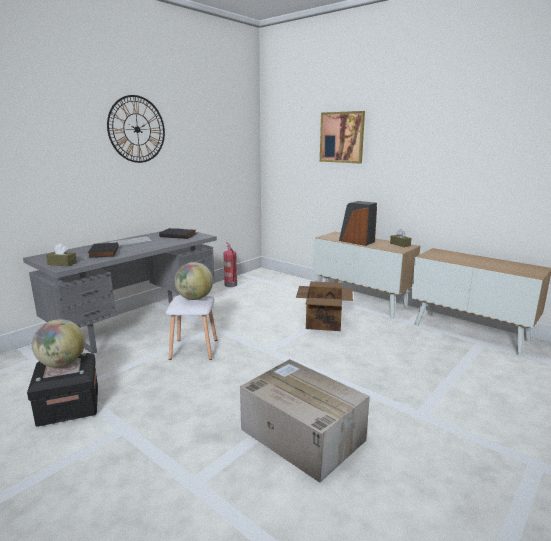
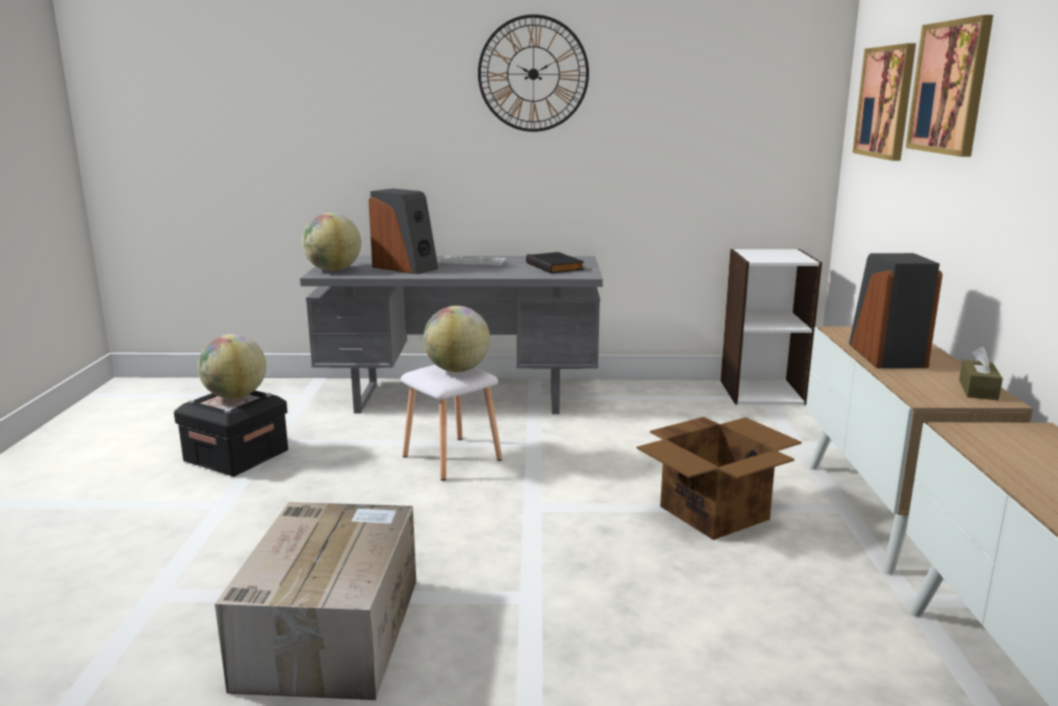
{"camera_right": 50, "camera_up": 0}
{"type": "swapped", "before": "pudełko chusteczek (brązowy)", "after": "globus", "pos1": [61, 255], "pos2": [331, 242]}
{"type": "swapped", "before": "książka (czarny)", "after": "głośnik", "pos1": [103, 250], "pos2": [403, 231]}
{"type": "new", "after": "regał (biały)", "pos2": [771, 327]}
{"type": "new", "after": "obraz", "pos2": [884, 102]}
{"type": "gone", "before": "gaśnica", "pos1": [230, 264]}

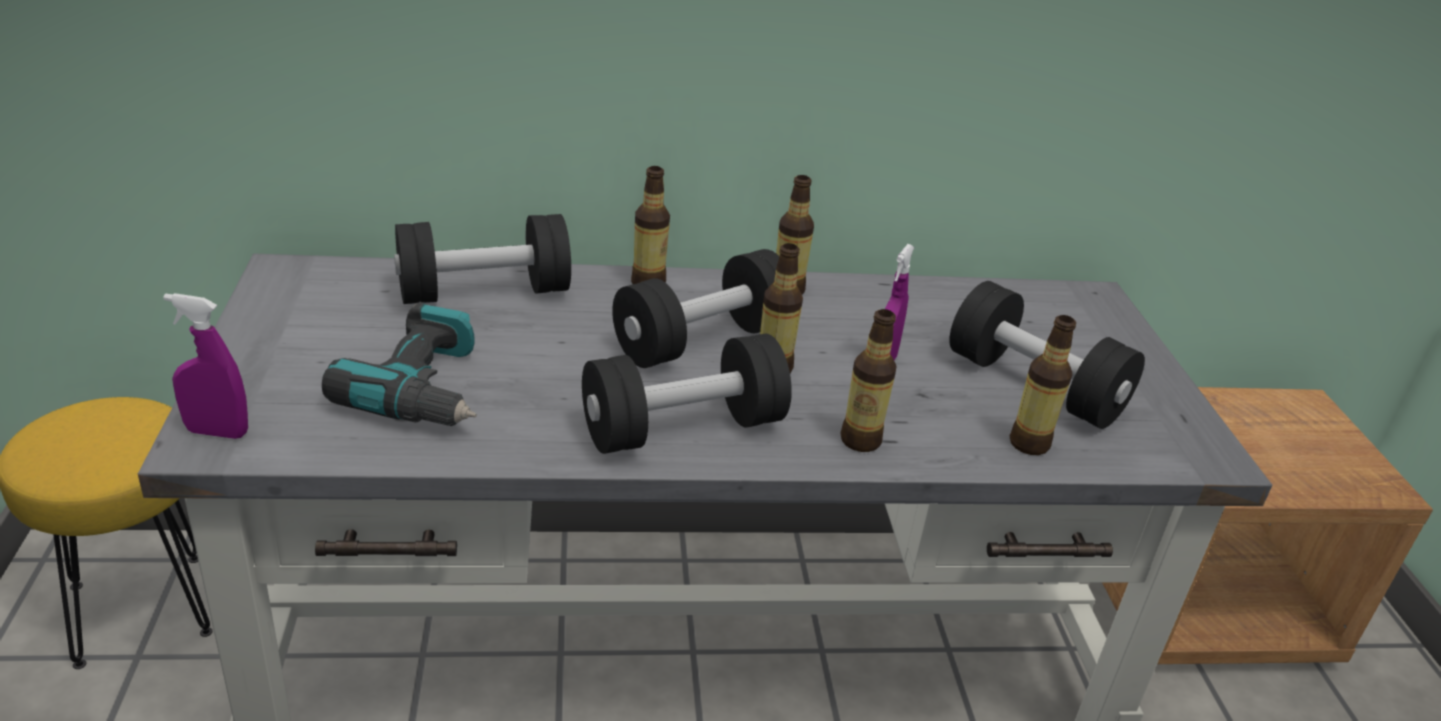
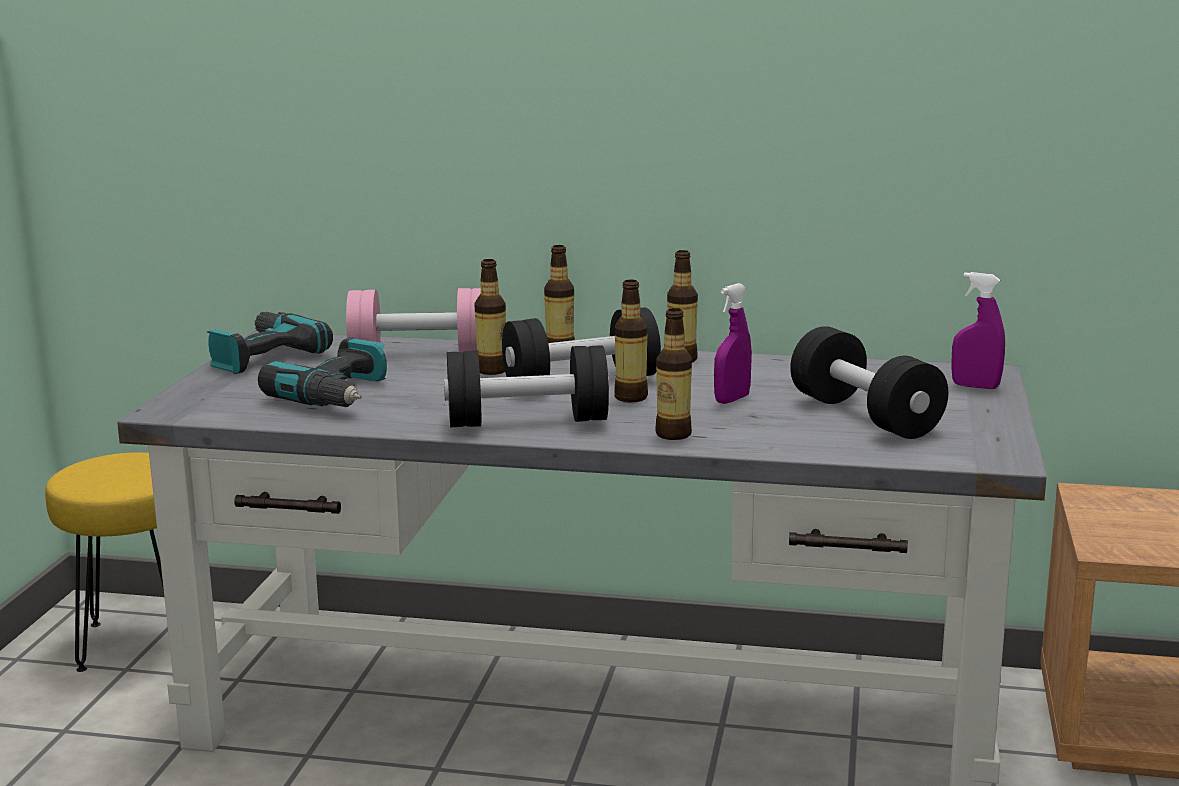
{"camera_right": 20, "camera_up": -15}
{"type": "new", "after": "wiertarka", "pos2": [270, 343]}
{"type": "repainted", "before": "hantel (czarny)", "after": "hantel (różowy)", "pos1": [482, 259], "pos2": [413, 320]}
{"type": "shifted", "before": "butelka", "pos1": [1043, 385], "pos2": [490, 317]}
{"type": "shifted", "before": "spryskiwacz (fioletowy)", "pos1": [205, 366], "pos2": [978, 330]}

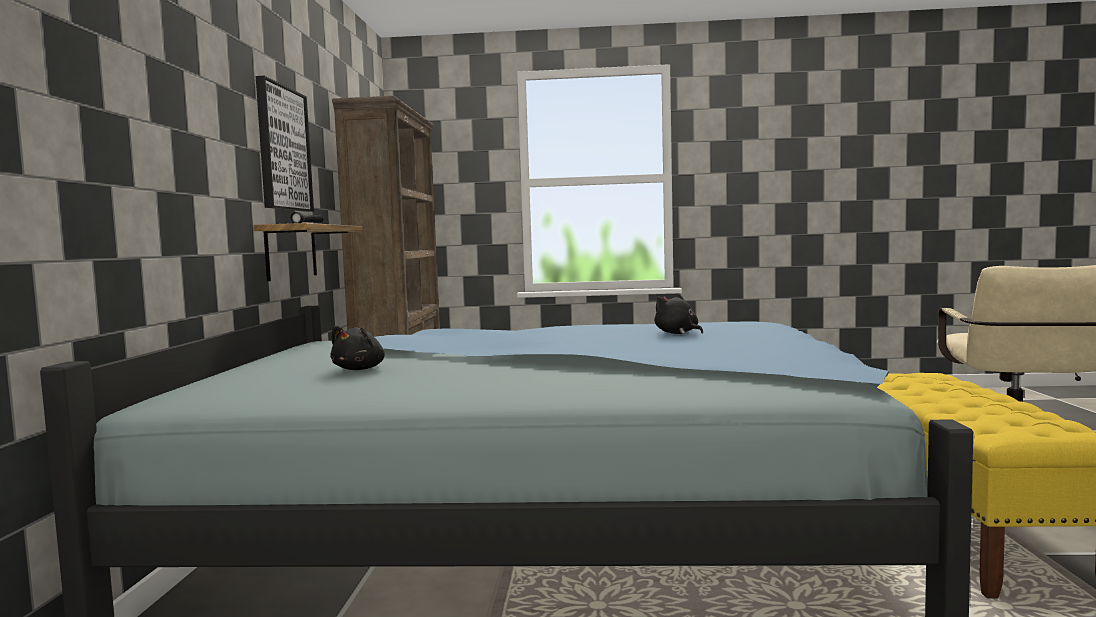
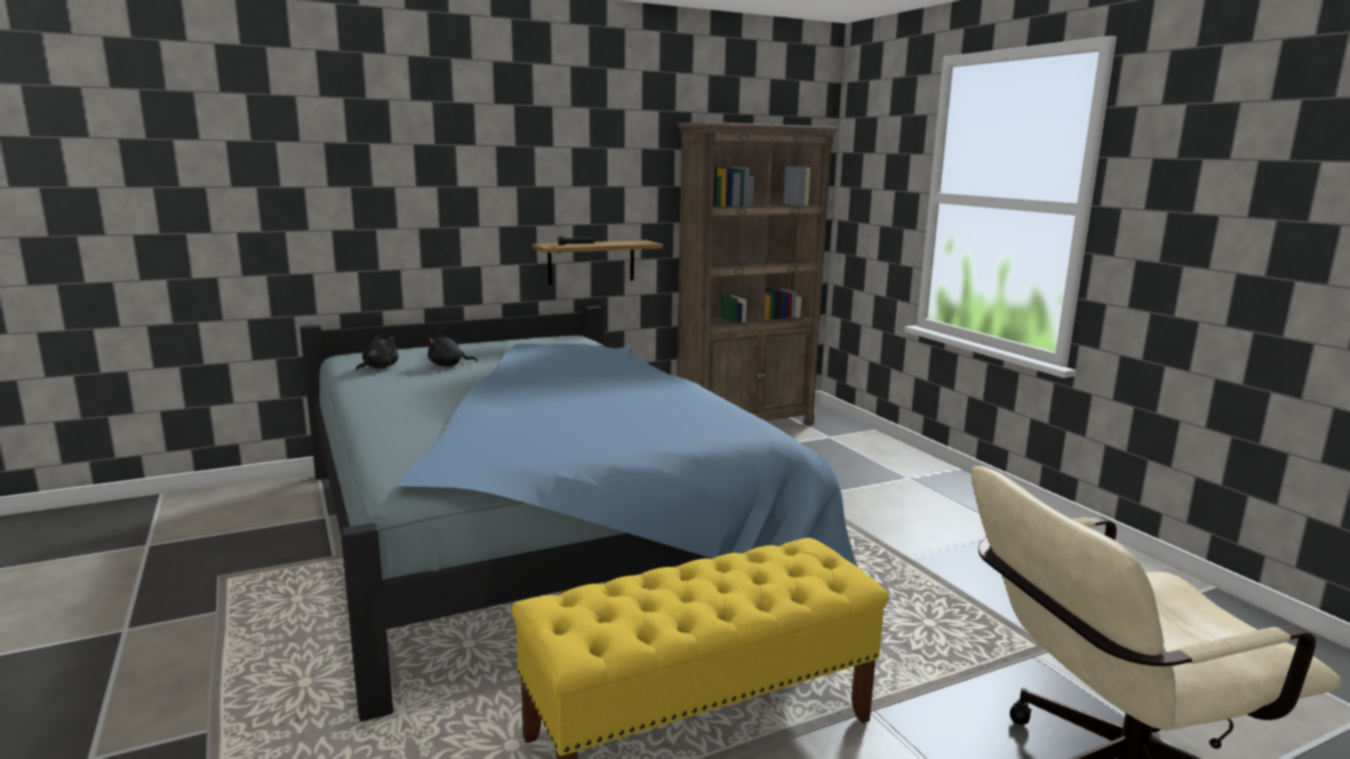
{"camera_right": 60, "camera_up": 10}
{"type": "shifted", "before": "pluszak (czarny)", "pos1": [678, 314], "pos2": [377, 353]}
{"type": "gone", "before": "obraz", "pos1": [285, 144]}

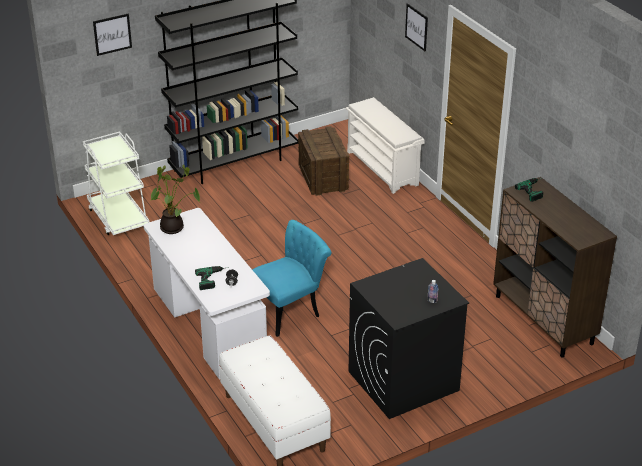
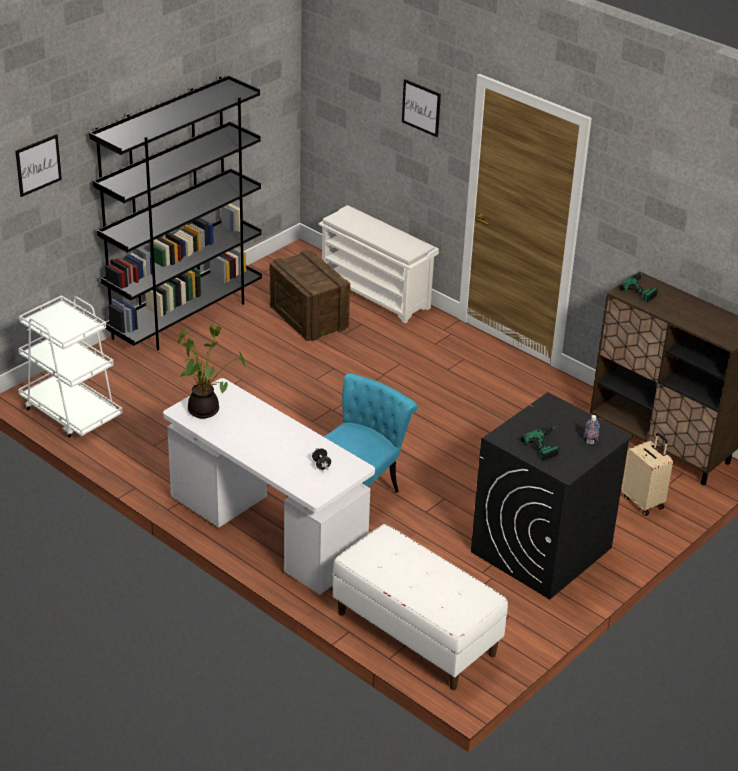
{"camera_right": -20, "camera_up": 0}
{"type": "shifted", "before": "wiertarka", "pos1": [212, 278], "pos2": [540, 443]}
{"type": "new", "after": "walizka (beżowy)", "pos2": [647, 474]}

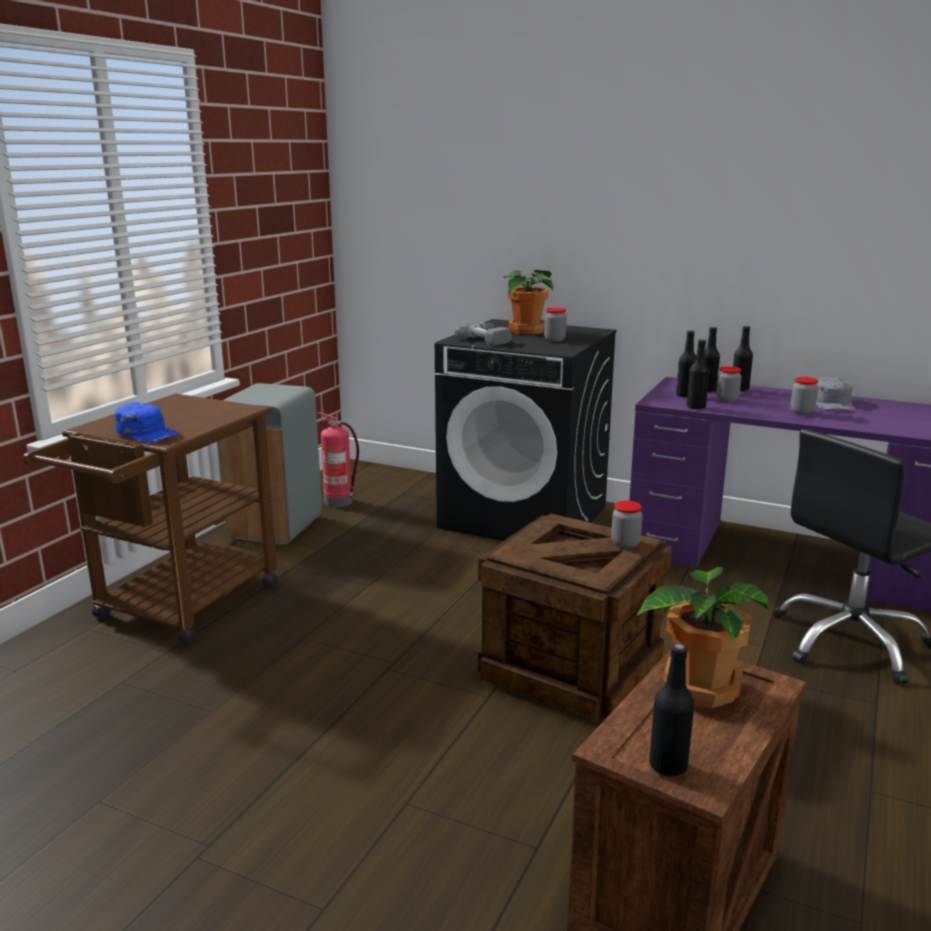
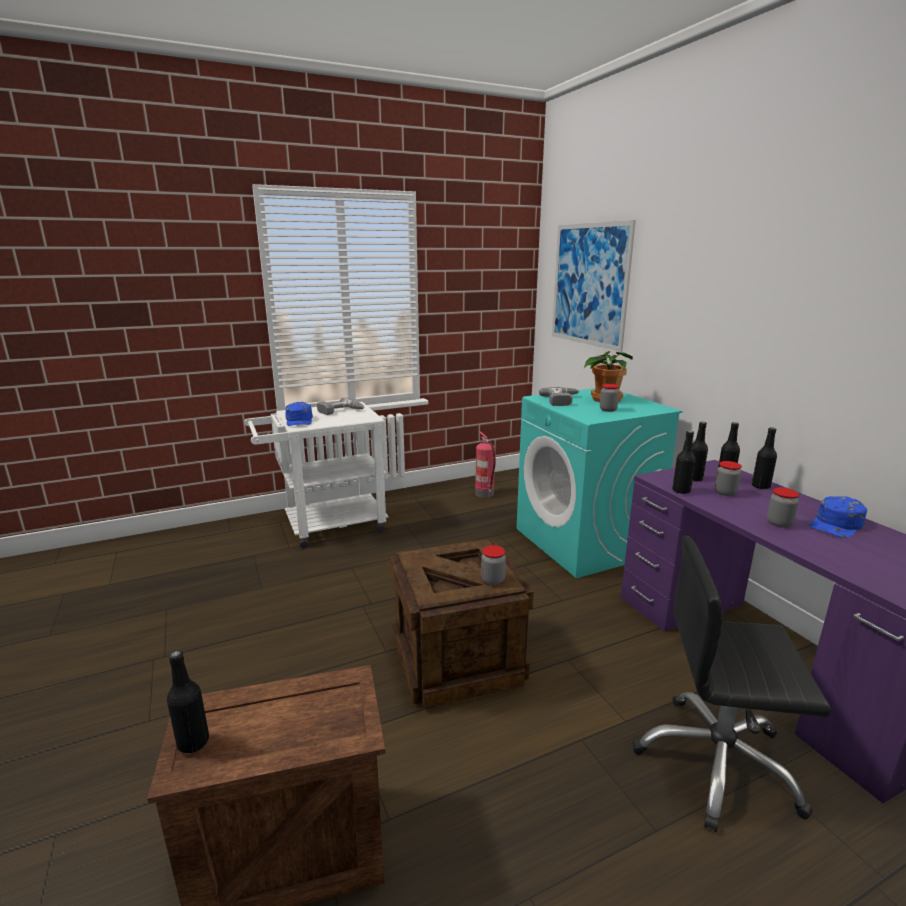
{"camera_right": 40, "camera_up": 0}
{"type": "repainted", "before": "wózek (brązowy)", "after": "wózek (biały)", "pos1": [150, 519], "pos2": [316, 475]}
{"type": "new", "after": "wiertarka", "pos2": [341, 406]}
{"type": "repainted", "before": "pralka (czarny)", "after": "pralka (turkusowy)", "pos1": [526, 430], "pos2": [599, 483]}
{"type": "new", "after": "obraz", "pos2": [594, 286]}
{"type": "repainted", "before": "czapka z daszkiem (szary)", "after": "czapka z daszkiem (niebieski)", "pos1": [835, 394], "pos2": [838, 517]}
{"type": "gone", "before": "kosz na śmieci (szary)", "pos1": [269, 464]}
{"type": "gone", "before": "roślina doniczkowa", "pos1": [702, 638]}

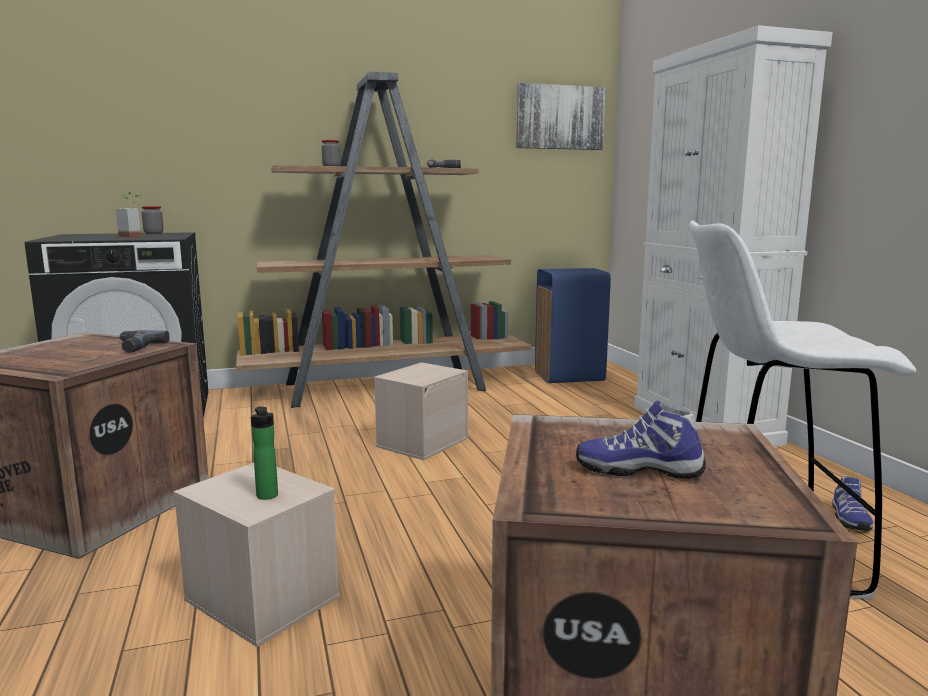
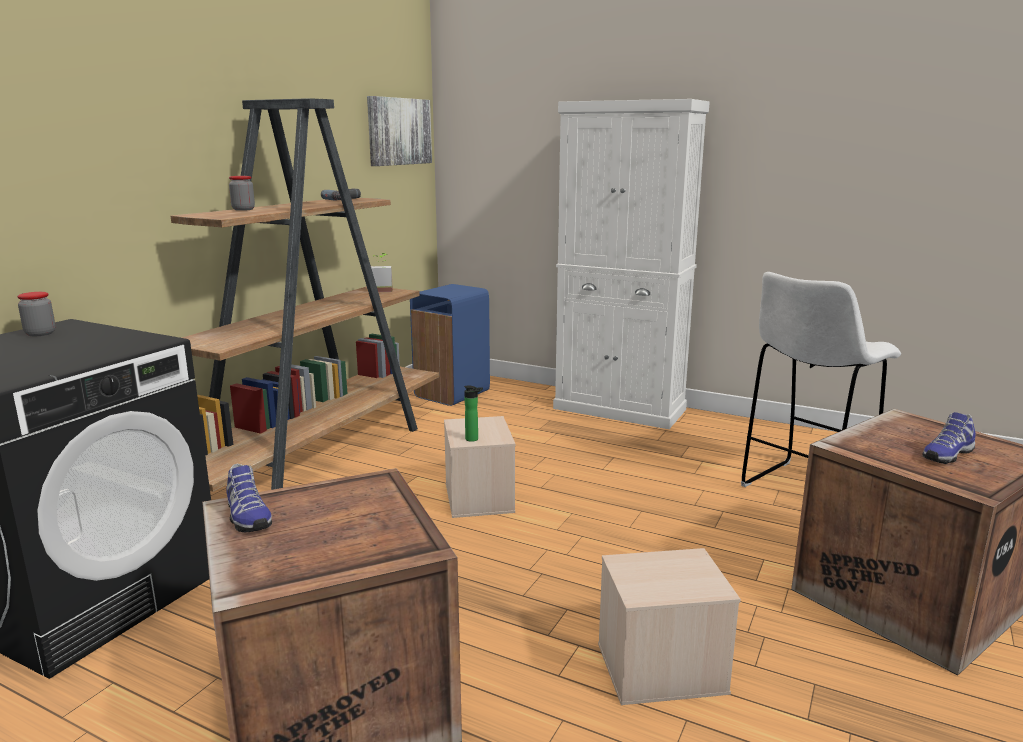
{"camera_right": -45, "camera_up": 5}
{"type": "shifted", "before": "but", "pos1": [852, 503], "pos2": [249, 498]}
{"type": "shifted", "before": "roślina doniczkowa", "pos1": [128, 215], "pos2": [382, 272]}
{"type": "shifted", "before": "butelka", "pos1": [264, 453], "pos2": [473, 413]}
{"type": "gone", "before": "wiertarka", "pos1": [144, 341]}

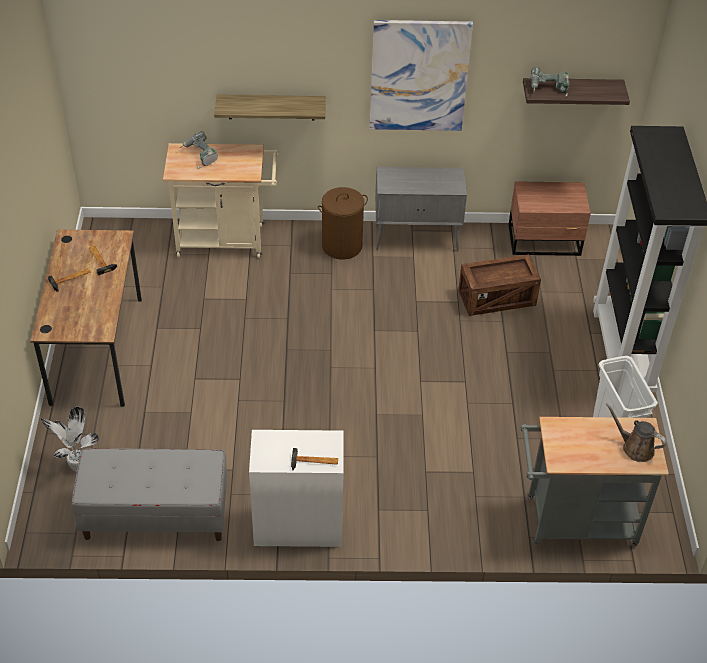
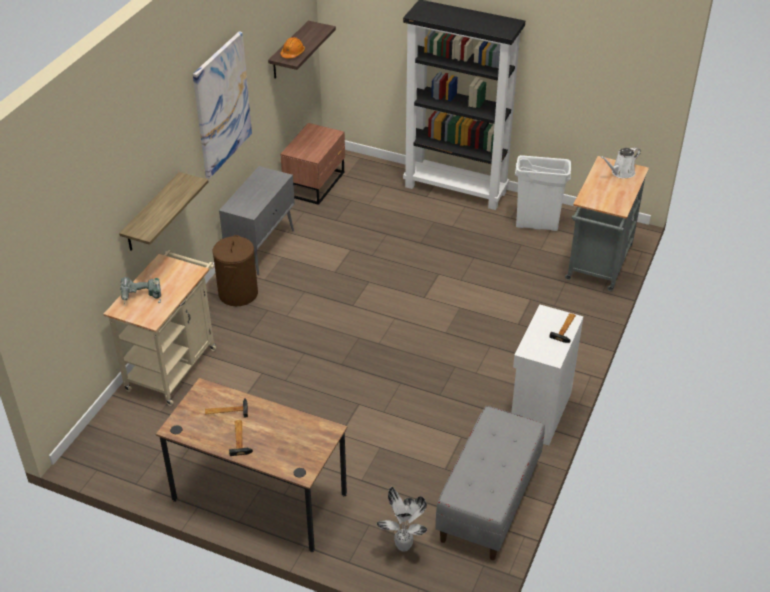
{"camera_right": -65, "camera_up": -5}
{"type": "swapped", "before": "wiertarka", "after": "kask (pomarańczowy)", "pos1": [549, 82], "pos2": [292, 48]}
{"type": "repainted", "before": "konewka (brązowy)", "after": "konewka (biały)", "pos1": [636, 432], "pos2": [621, 162]}
{"type": "gone", "before": "skrzynka", "pos1": [499, 285]}

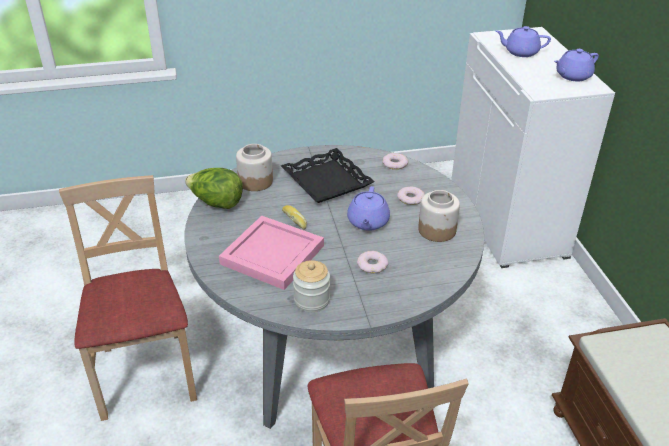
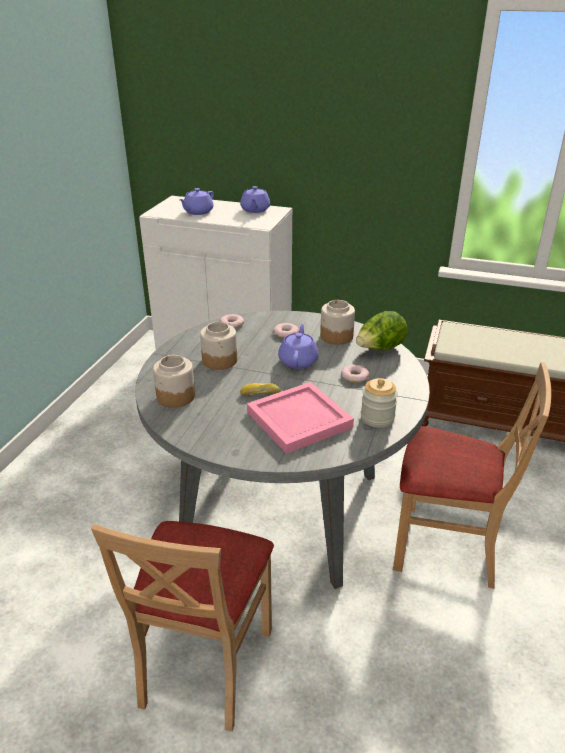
{"camera_right": -60, "camera_up": -5}
{"type": "rotated", "before": "krzesło (beżowy)", "pos1": [128, 298], "pos2": [182, 626], "turn": -90}
{"type": "swapped", "before": "taca (czarny)", "after": "słoik", "pos1": [328, 175], "pos2": [218, 346]}
{"type": "rotated", "before": "imbryk (fioletowy)", "pos1": [368, 208], "pos2": [298, 346], "turn": -120}
{"type": "shifted", "before": "sałata", "pos1": [214, 188], "pos2": [381, 331]}

